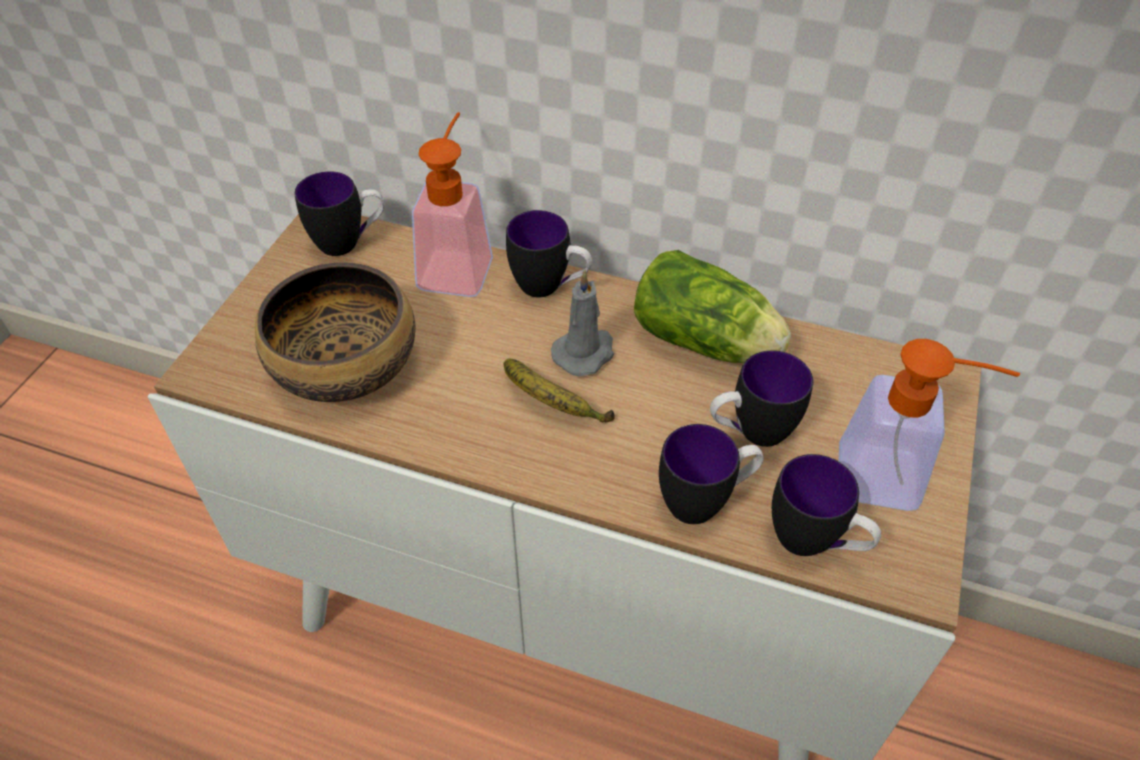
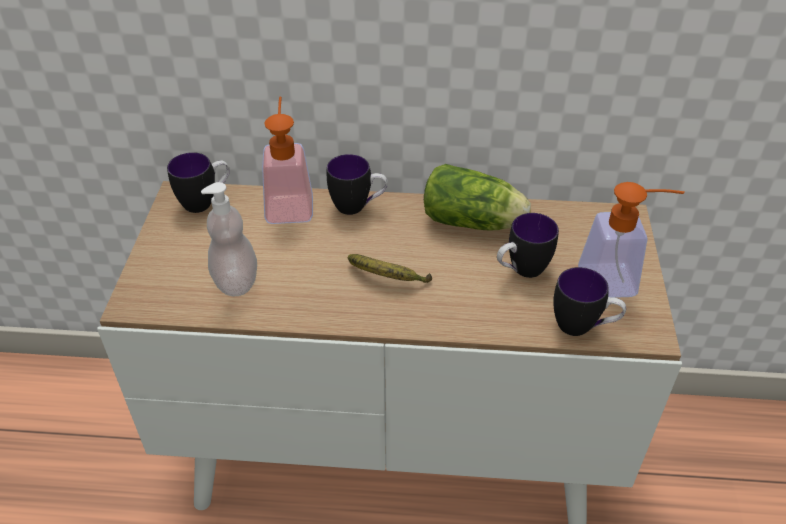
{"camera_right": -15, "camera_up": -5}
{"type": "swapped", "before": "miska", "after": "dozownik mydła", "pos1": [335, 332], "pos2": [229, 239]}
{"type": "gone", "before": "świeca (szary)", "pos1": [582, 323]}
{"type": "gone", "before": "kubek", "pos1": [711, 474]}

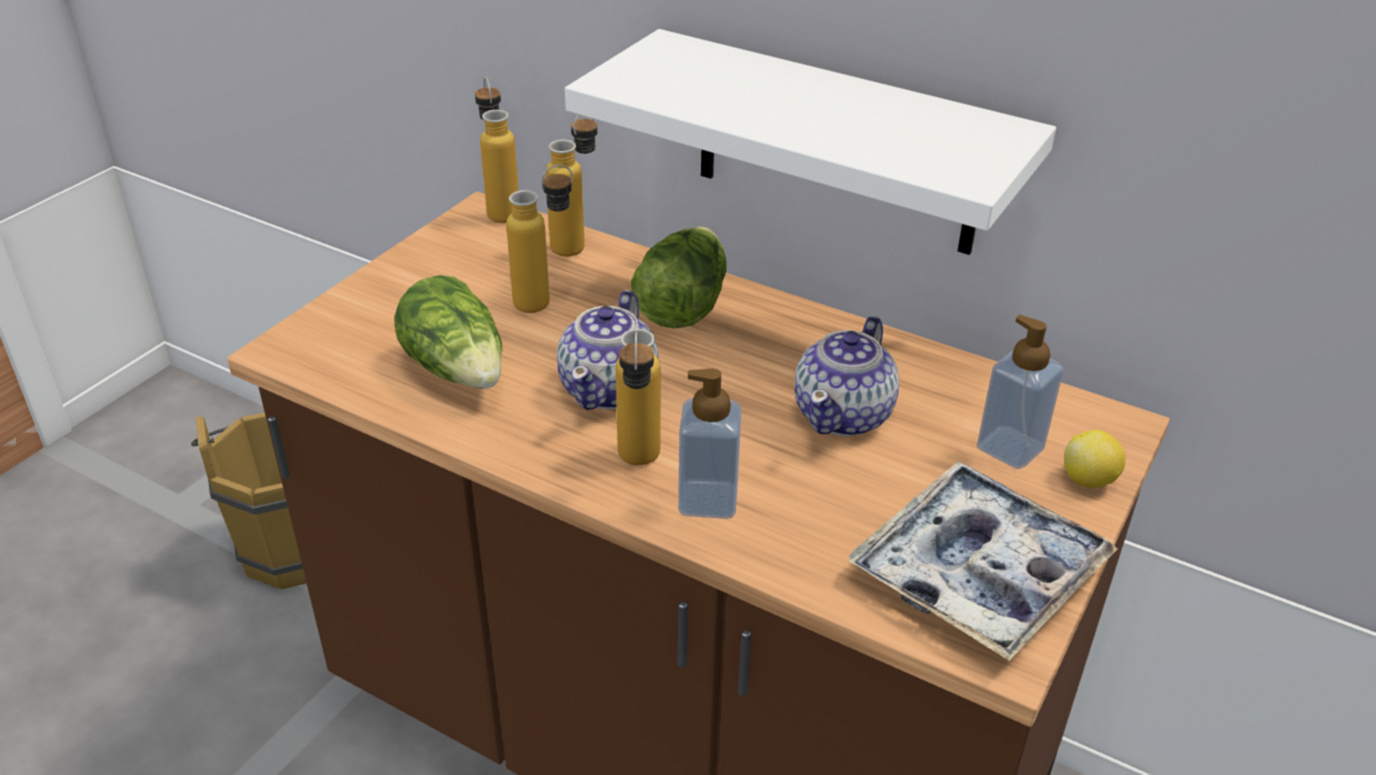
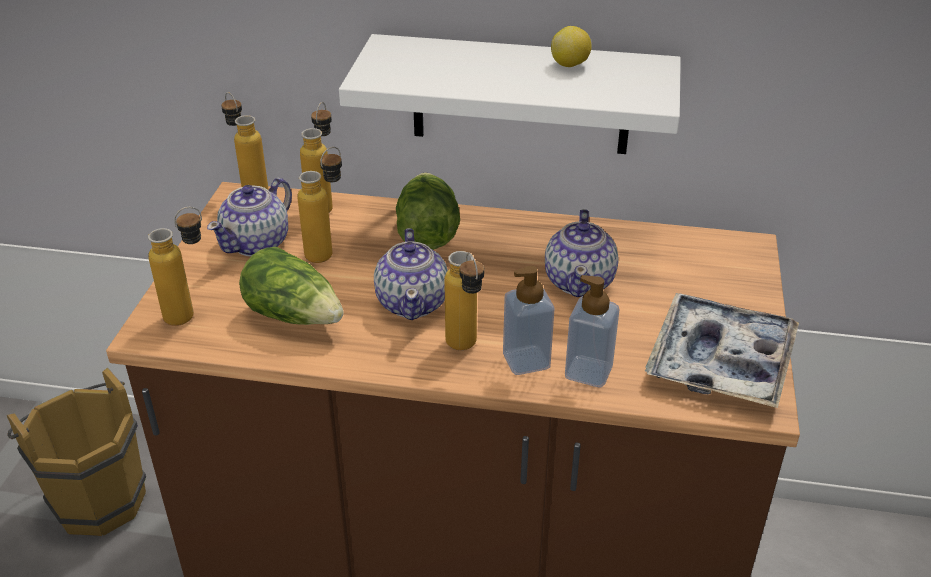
{"camera_right": -20, "camera_up": 0}
{"type": "new", "after": "butelka", "pos2": [175, 266]}
{"type": "new", "after": "imbryk", "pos2": [249, 217]}
{"type": "shifted", "before": "cytryna", "pos1": [1094, 459], "pos2": [571, 46]}
{"type": "shifted", "before": "dozownik mydła", "pos1": [1020, 392], "pos2": [592, 331]}

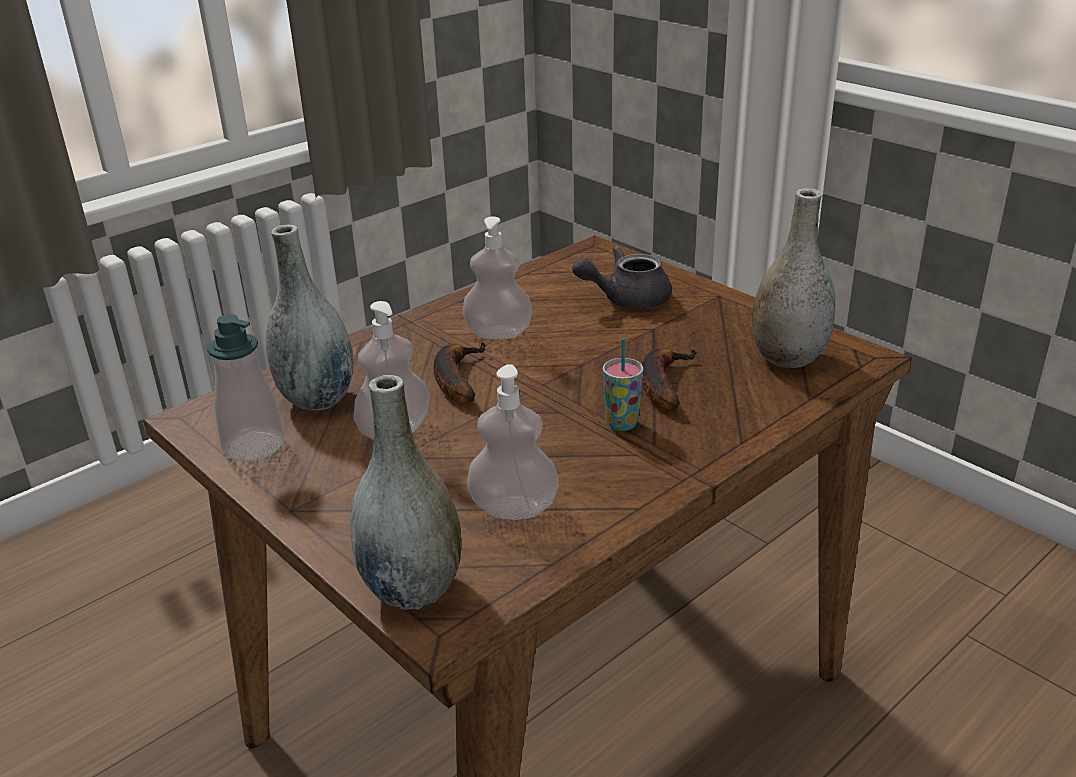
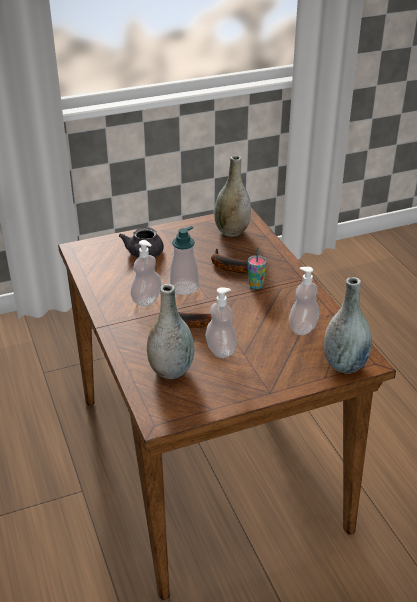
{"camera_right": -70, "camera_up": 5}
{"type": "shifted", "before": "dozownik mydła", "pos1": [245, 388], "pos2": [184, 260]}

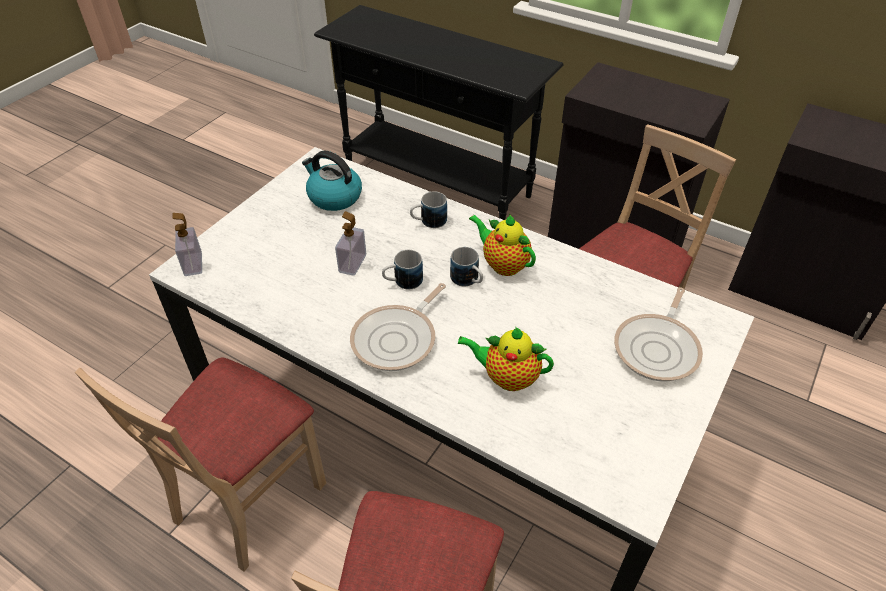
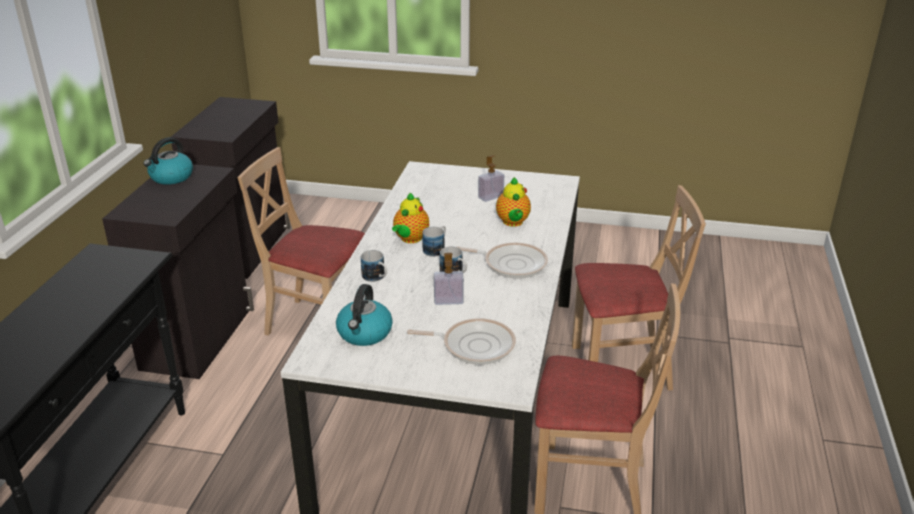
{"camera_right": -110, "camera_up": -15}
{"type": "new", "after": "czajnik", "pos2": [168, 161]}
{"type": "shifted", "before": "patelnia", "pos1": [658, 334], "pos2": [461, 341]}
{"type": "shifted", "before": "dozownik mydła", "pos1": [187, 244], "pos2": [491, 178]}

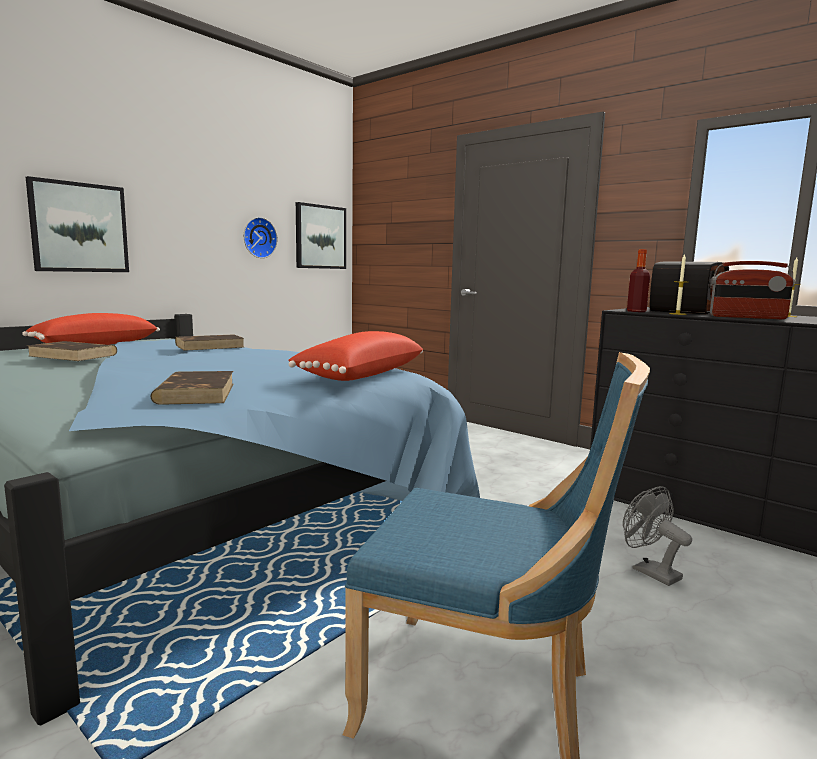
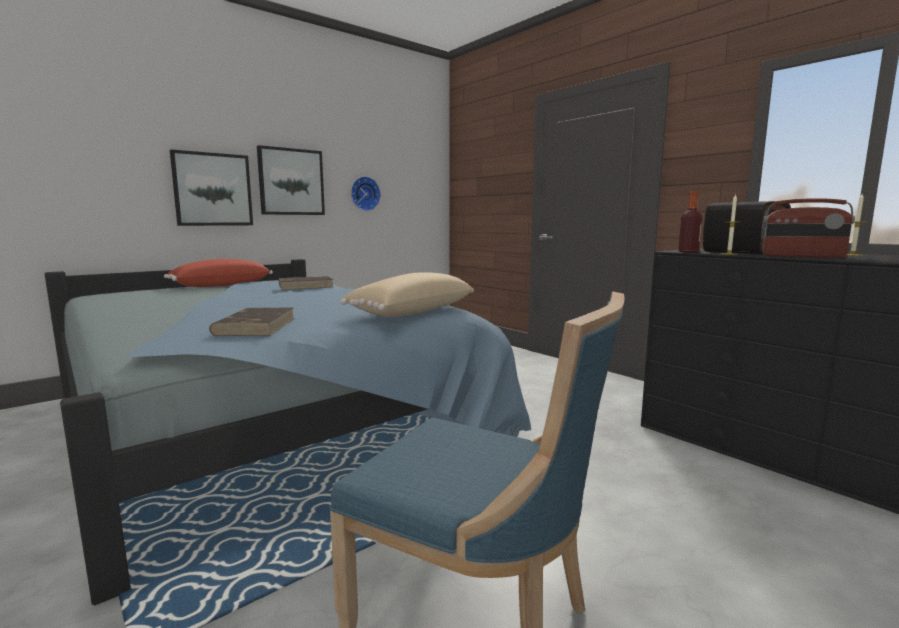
{"camera_right": 10, "camera_up": 0}
{"type": "shifted", "before": "obraz", "pos1": [321, 235], "pos2": [291, 180]}
{"type": "repainted", "before": "poduszka (czerwony)", "after": "poduszka (beżowy)", "pos1": [355, 356], "pos2": [407, 294]}
{"type": "gone", "before": "książka (brązowy)", "pos1": [72, 351]}
{"type": "gone", "before": "wentylator (szary)", "pos1": [657, 536]}

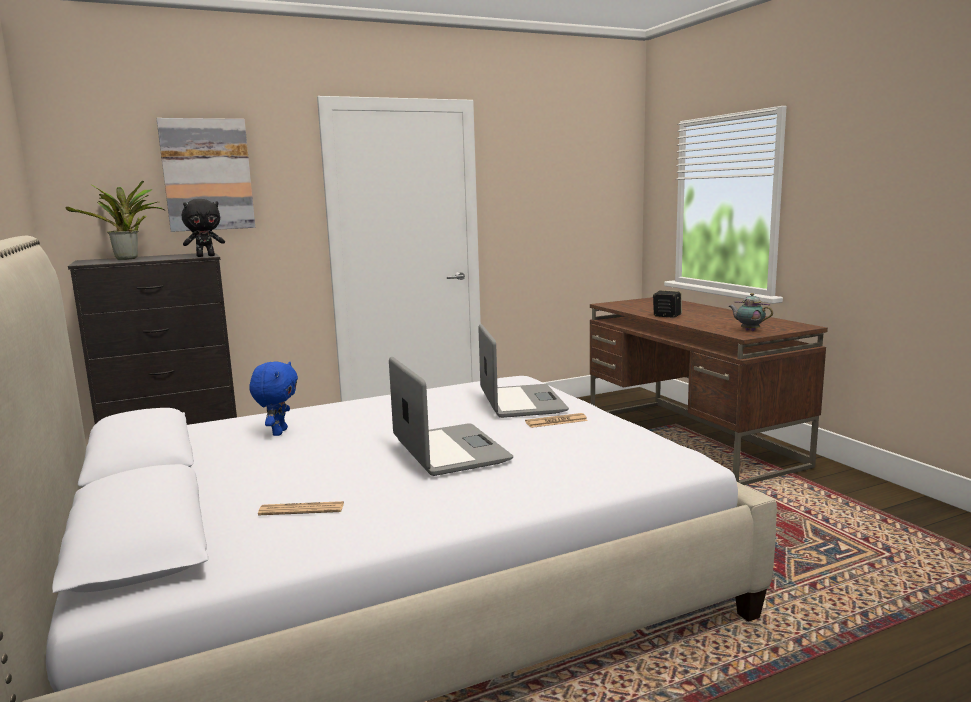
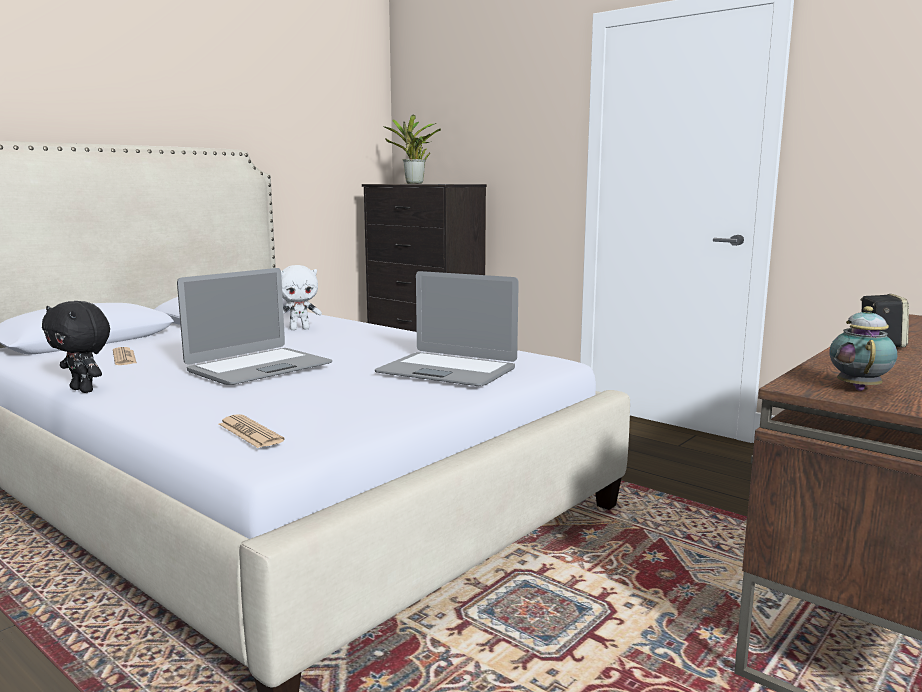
{"camera_right": 65, "camera_up": 0}
{"type": "shifted", "before": "pluszak (czarny)", "pos1": [203, 228], "pos2": [76, 347]}
{"type": "shifted", "before": "gazeta", "pos1": [556, 420], "pos2": [252, 431]}
{"type": "repainted", "before": "pluszak (niebieski)", "after": "pluszak (biały)", "pos1": [273, 398], "pos2": [301, 297]}
{"type": "rotated", "before": "laptop", "pos1": [523, 371], "pos2": [447, 328], "turn": 60}
{"type": "gone", "before": "obraz", "pos1": [206, 175]}

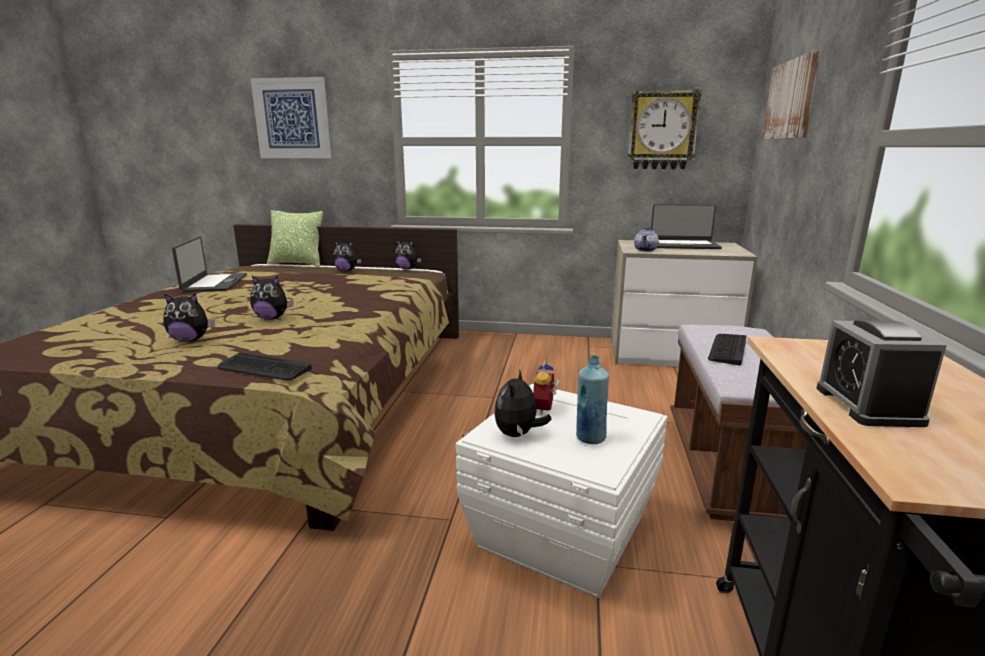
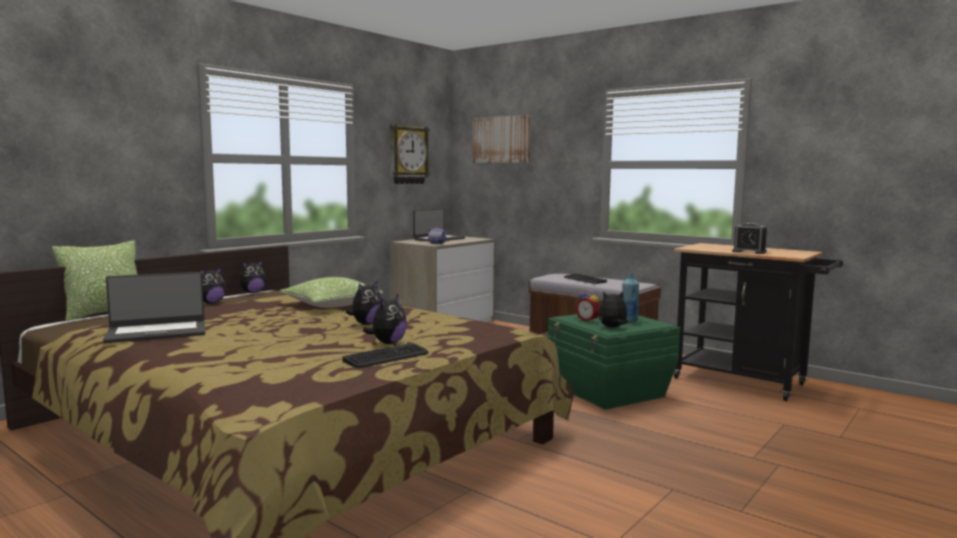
{"camera_right": -60, "camera_up": -10}
{"type": "rotated", "before": "laptop", "pos1": [209, 264], "pos2": [154, 307], "turn": 135}
{"type": "new", "after": "poduszka", "pos2": [331, 292]}
{"type": "shifted", "before": "klawiatura", "pos1": [265, 367], "pos2": [385, 355]}
{"type": "repainted", "before": "pojemnik do przechowywania (biały)", "after": "pojemnik do przechowywania (zielony)", "pos1": [561, 491], "pos2": [614, 362]}
{"type": "rotated", "before": "pluszak", "pos1": [522, 403], "pos2": [613, 309], "turn": 120}
{"type": "gone", "before": "obraz", "pos1": [291, 117]}

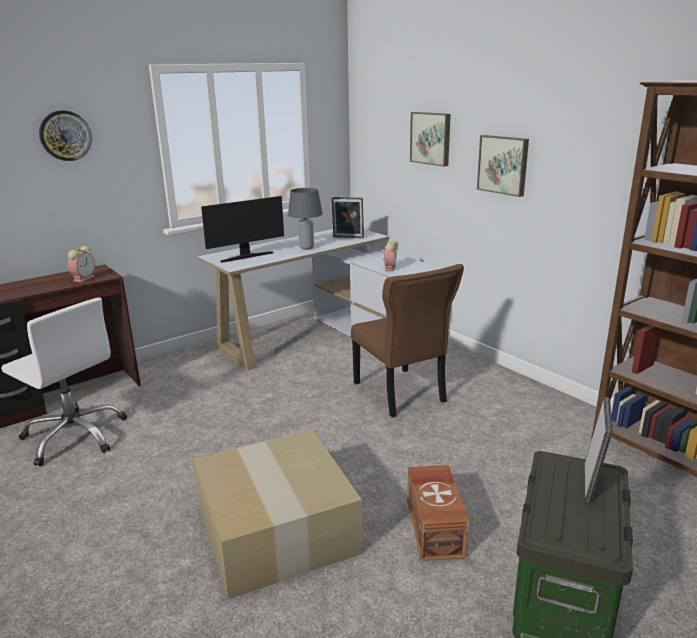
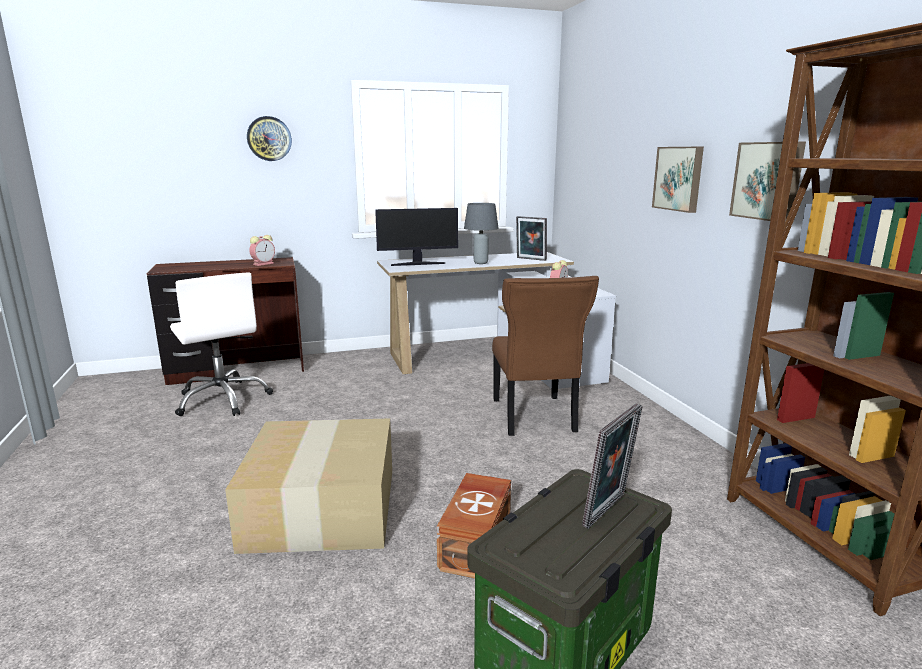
{"camera_right": 20, "camera_up": -5}
{"type": "shifted", "before": "obraz", "pos1": [430, 139], "pos2": [767, 181]}

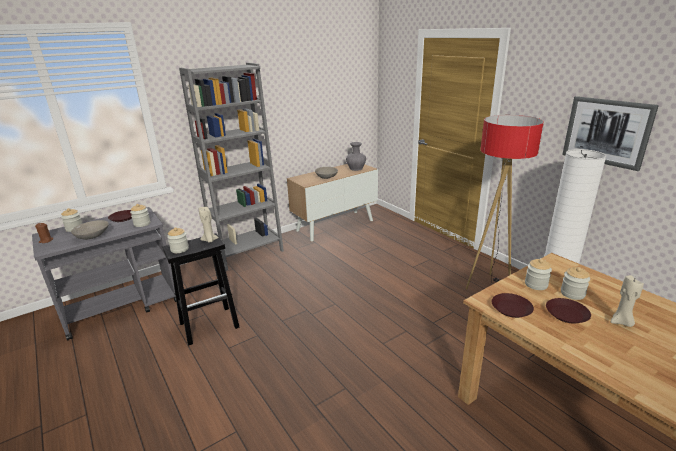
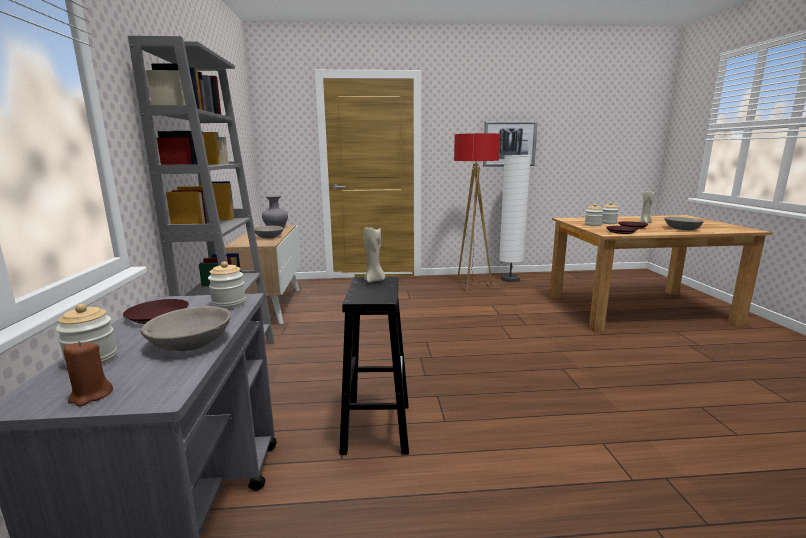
{"camera_right": -60, "camera_up": -10}
{"type": "new", "after": "miska (szary)", "pos2": [684, 223]}
{"type": "gone", "before": "słoik", "pos1": [178, 240]}

